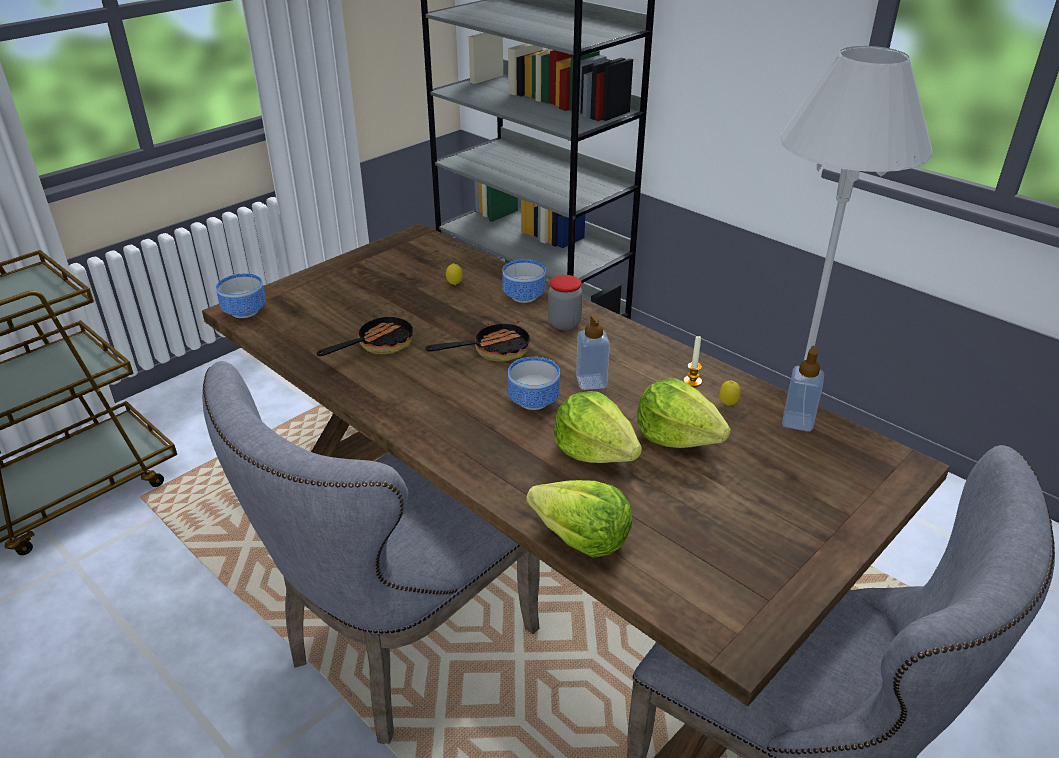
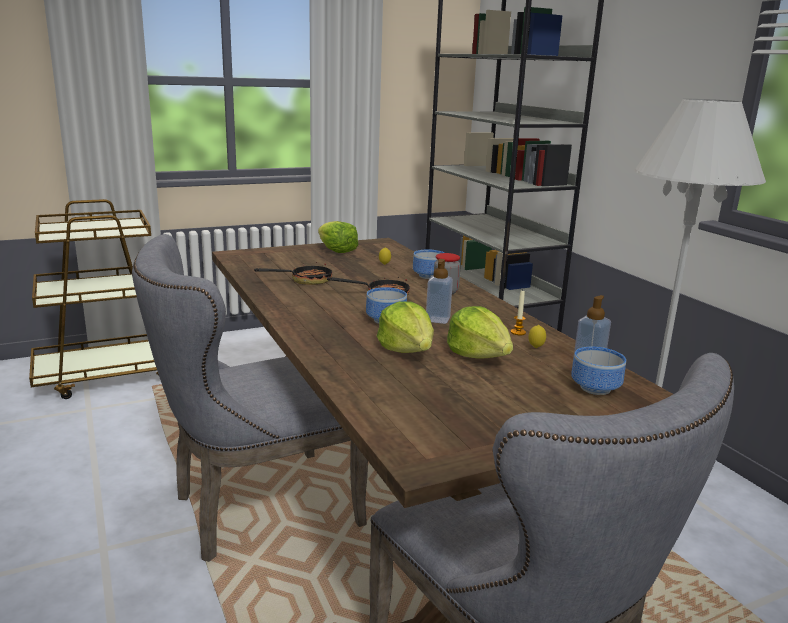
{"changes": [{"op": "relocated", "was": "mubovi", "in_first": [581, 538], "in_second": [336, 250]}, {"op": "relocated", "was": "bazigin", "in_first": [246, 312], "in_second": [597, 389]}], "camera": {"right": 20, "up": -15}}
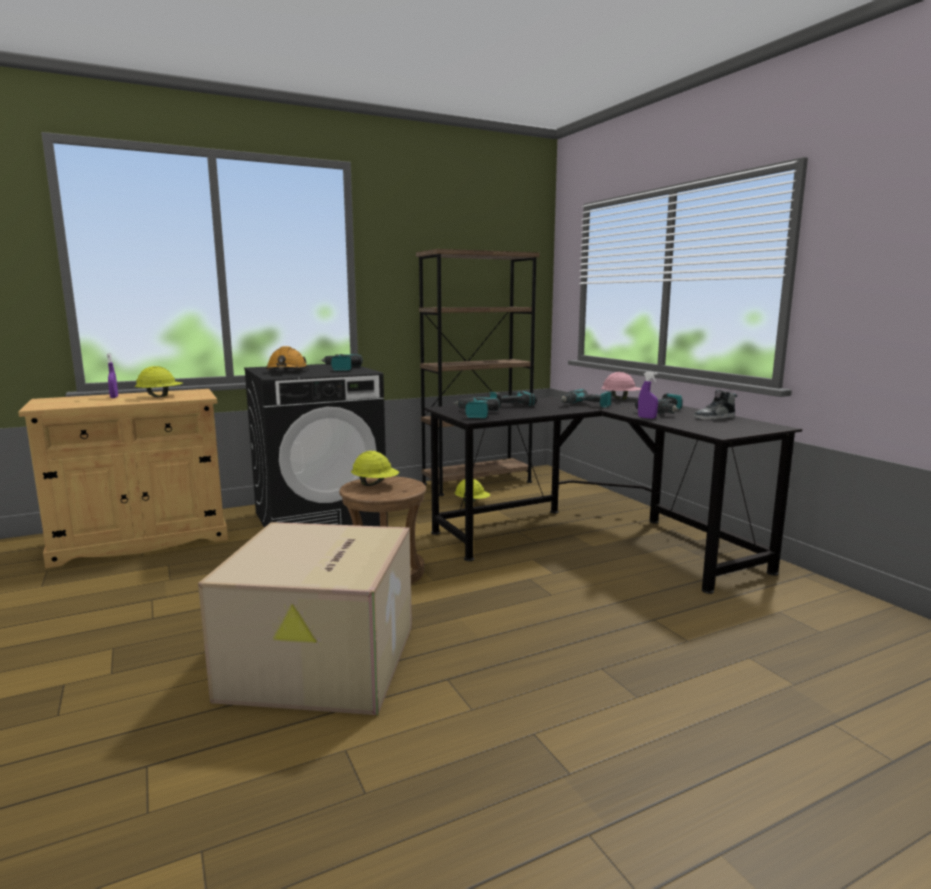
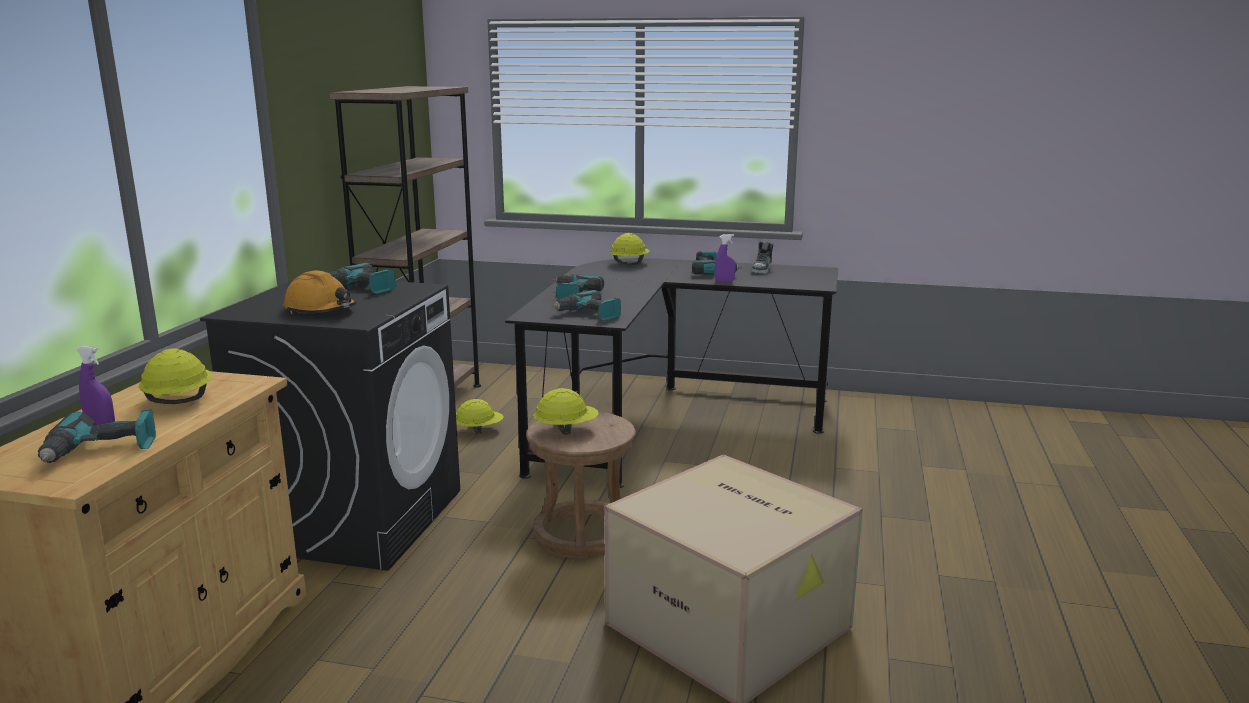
{"changes": [{"op": "relocated", "was": "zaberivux", "in_first": [585, 405], "in_second": [101, 451]}, {"op": "colour", "was": "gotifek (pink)", "now": "gotifek (yellow)", "in_first": [620, 399], "in_second": [629, 263]}], "camera": {"right": -50, "up": 5}}
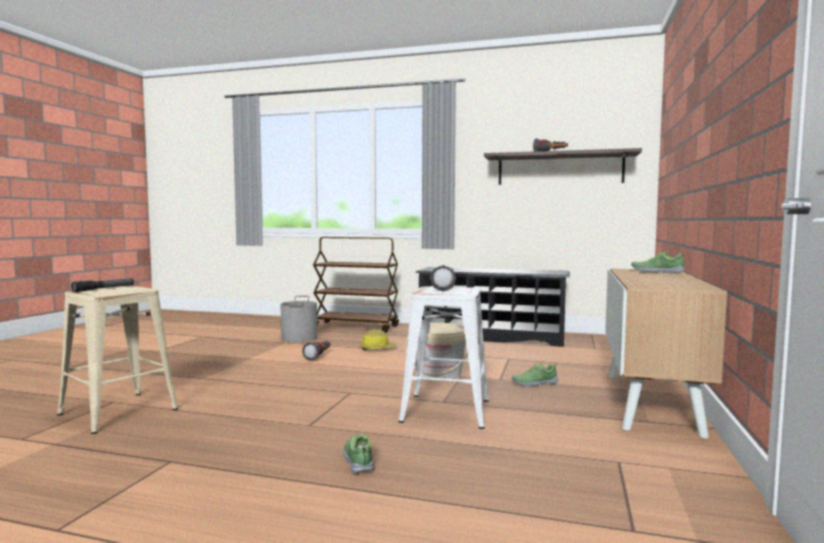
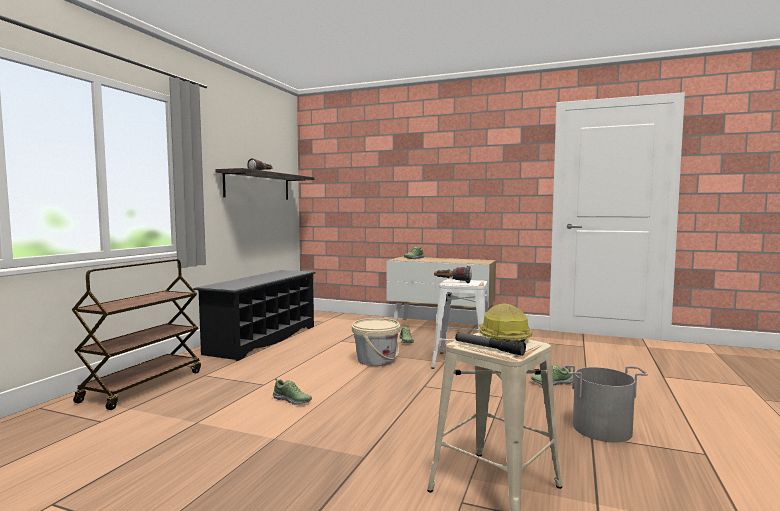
{"changes": [{"op": "exchanged", "was": "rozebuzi", "now": "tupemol", "in_first": [319, 356], "in_second": [292, 400]}, {"op": "relocated", "was": "gotifek", "in_first": [377, 349], "in_second": [502, 338]}, {"op": "relocated", "was": "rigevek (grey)", "in_first": [300, 338], "in_second": [601, 428]}], "camera": {"right": -85, "up": 0}}
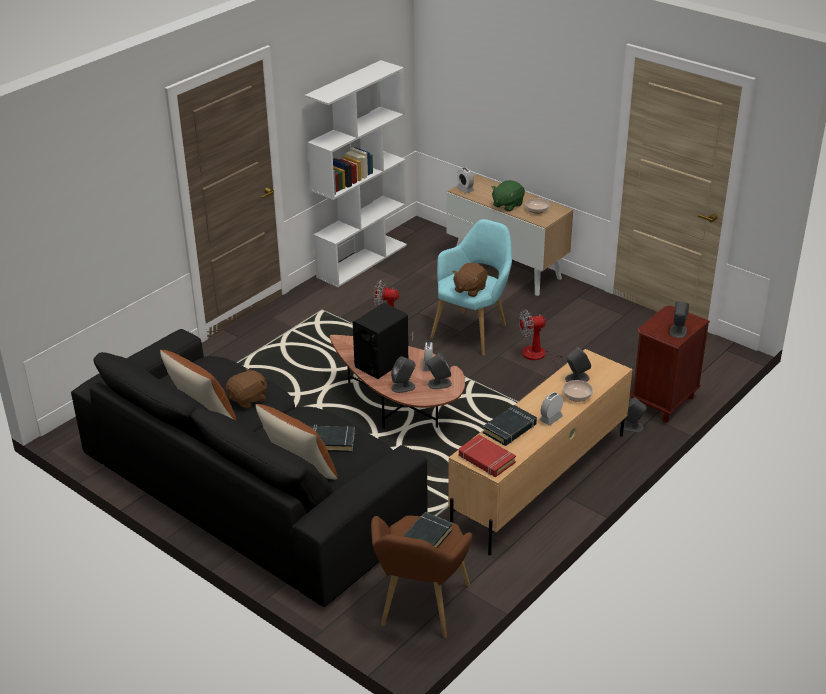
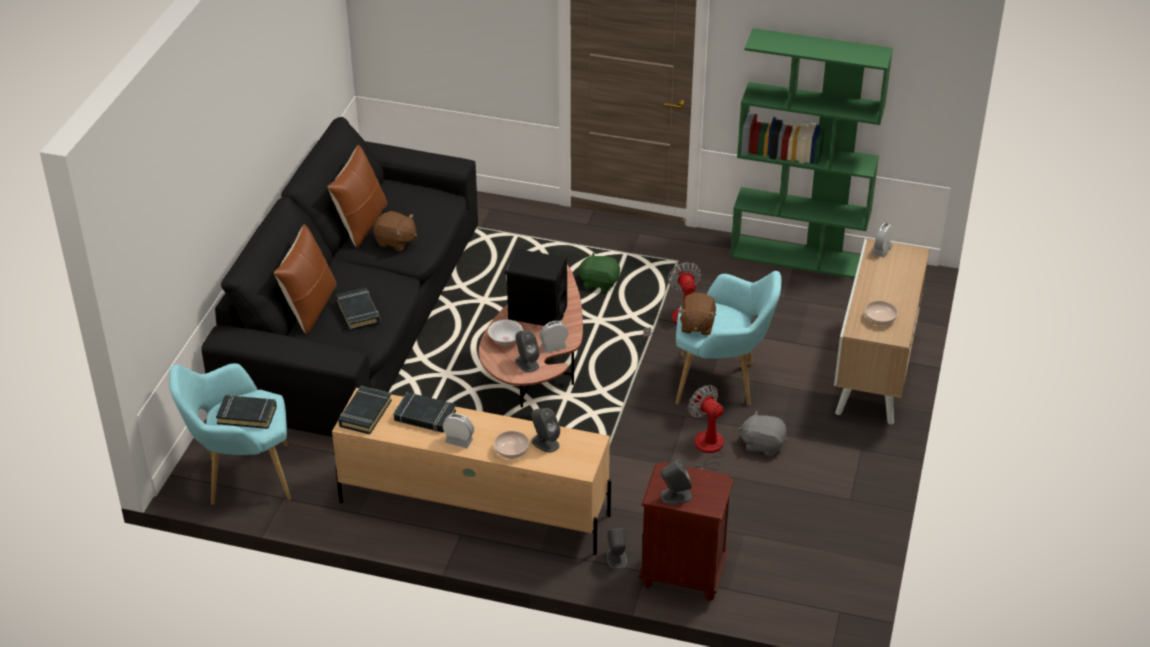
{"changes": [{"op": "colour", "was": "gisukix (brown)", "now": "gisukix (turquoise)", "in_first": [420, 609], "in_second": [242, 477]}, {"op": "colour", "was": "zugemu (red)", "now": "zugemu (black)", "in_first": [486, 459], "in_second": [365, 413]}, {"op": "exchanged", "was": "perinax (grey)", "now": "bazigin (white)", "in_first": [403, 387], "in_second": [505, 340]}, {"op": "relocated", "was": "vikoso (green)", "in_first": [507, 205], "in_second": [599, 283]}, {"op": "spun", "was": "vikoso (brown)", "in_first": [469, 289], "in_second": [696, 325], "clockwise": -90}, {"op": "colour", "was": "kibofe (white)", "now": "kibofe (green)", "in_first": [362, 260], "in_second": [798, 257]}, {"op": "appeared", "now": "vikoso (grey)", "in_second": [762, 444]}], "camera": {"right": 65, "up": 5}}
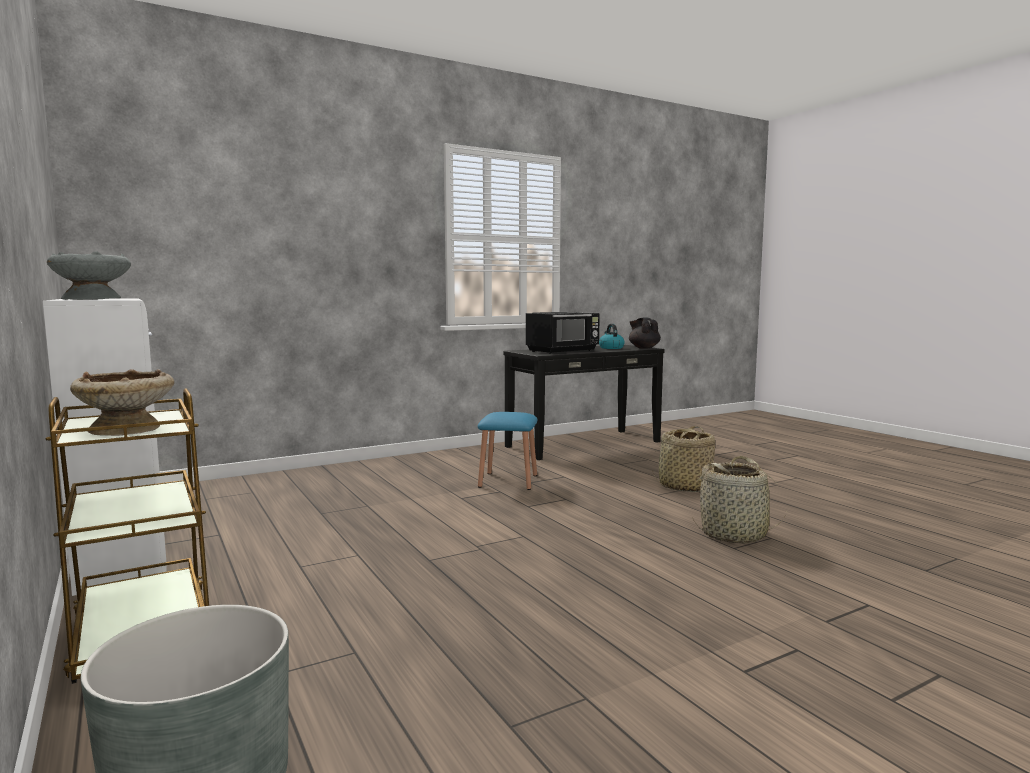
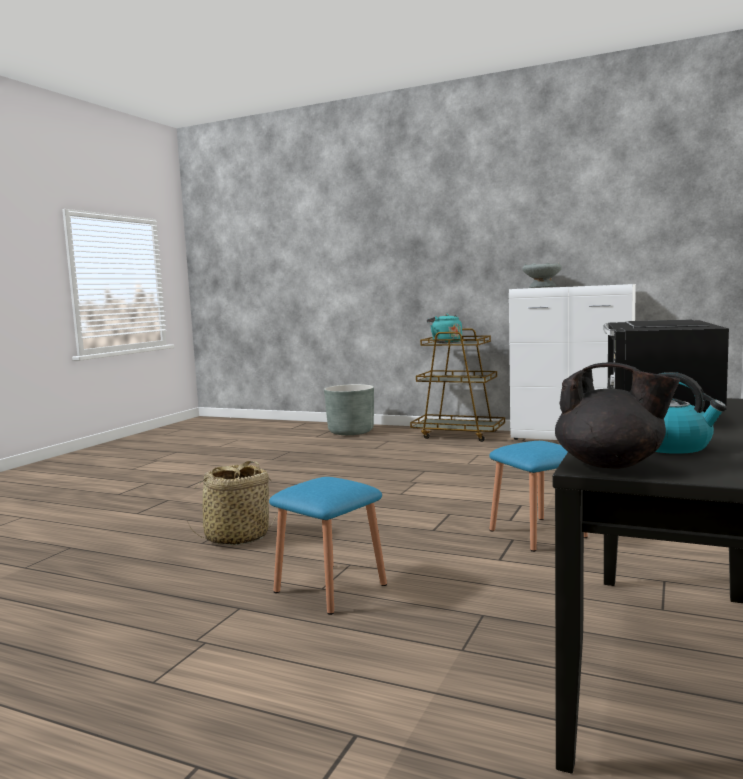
{"changes": [{"op": "exchanged", "was": "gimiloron", "now": "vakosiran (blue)", "in_first": [684, 487], "in_second": [330, 588]}, {"op": "exchanged", "was": "bazigin (beige)", "now": "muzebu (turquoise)", "in_first": [127, 429], "in_second": [445, 342]}], "camera": {"right": 145, "up": 0}}
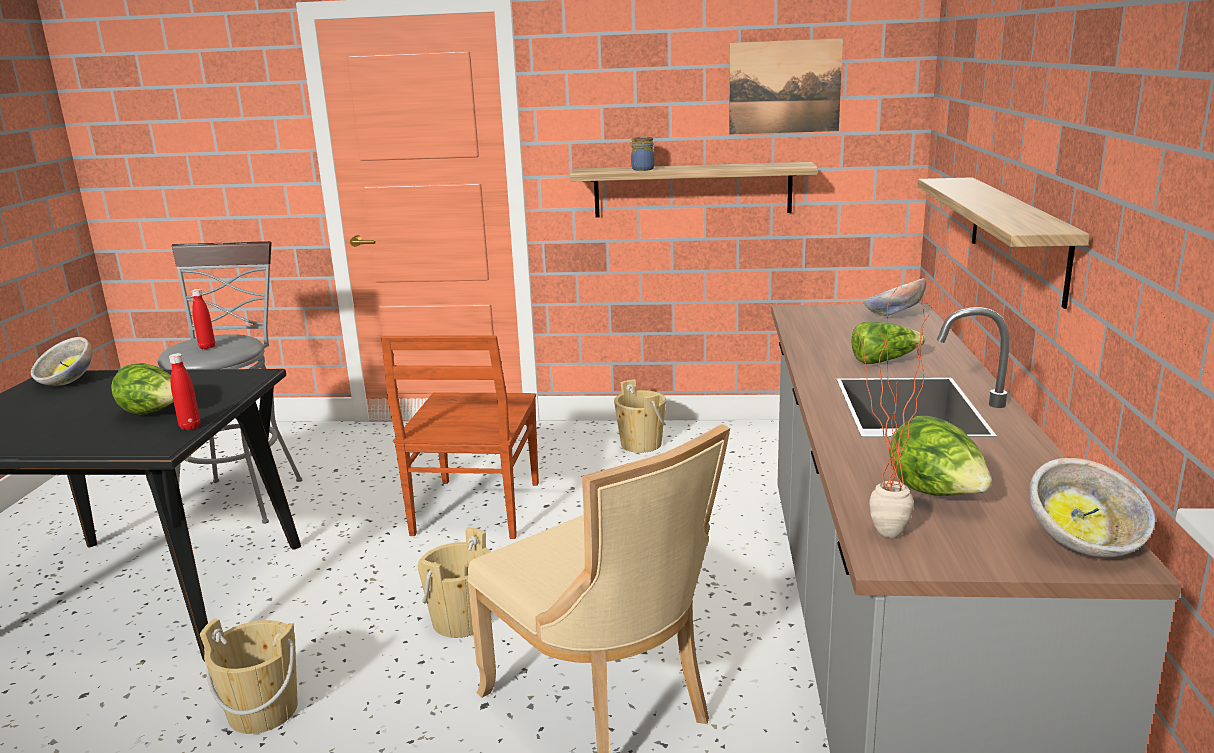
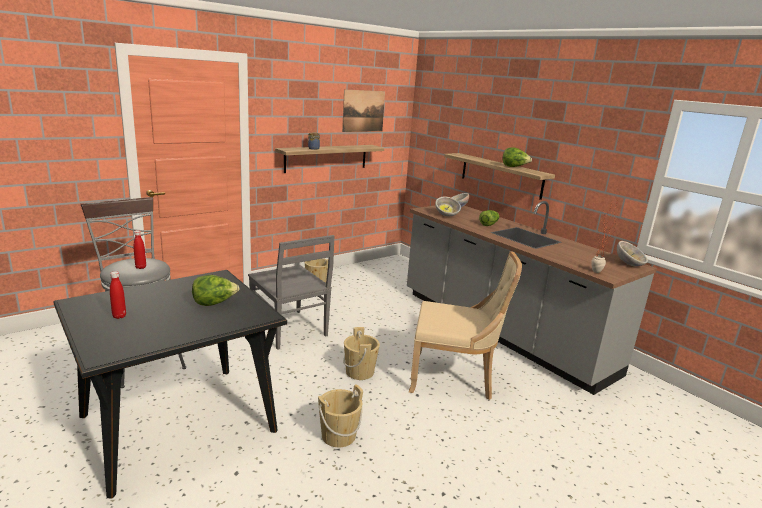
{"changes": [{"op": "relocated", "was": "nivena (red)", "in_first": [190, 427], "in_second": [119, 316]}, {"op": "colour", "was": "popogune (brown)", "now": "popogune (grey)", "in_first": [475, 510], "in_second": [289, 330]}, {"op": "relocated", "was": "bazigin", "in_first": [67, 382], "in_second": [447, 215]}, {"op": "relocated", "was": "mubovi", "in_first": [937, 494], "in_second": [514, 167]}], "camera": {"right": -45, "up": 0}}
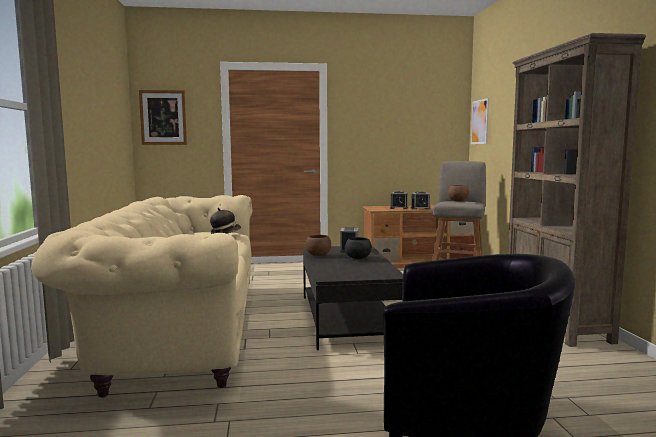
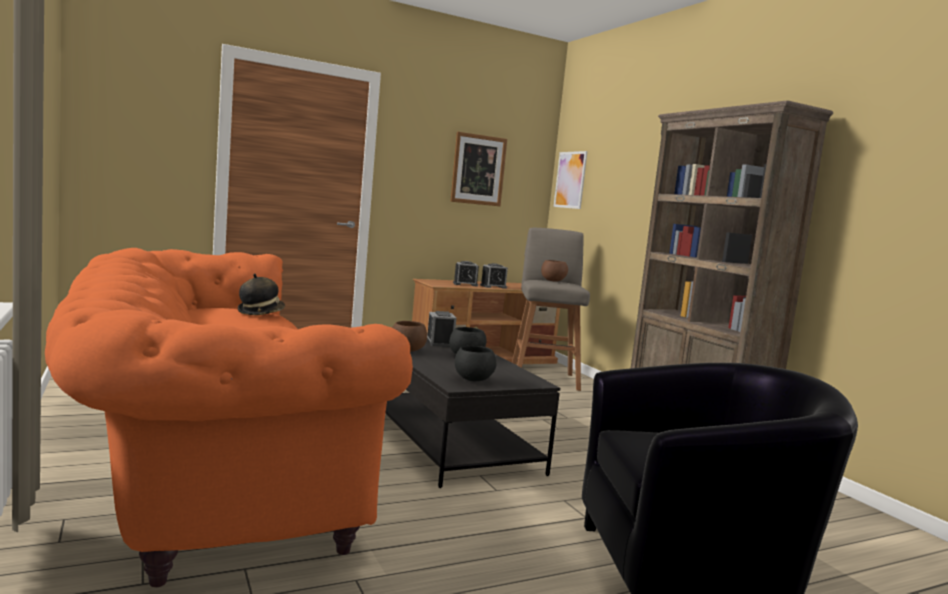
{"changes": [{"op": "colour", "was": "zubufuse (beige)", "now": "zubufuse (orange)", "in_first": [176, 328], "in_second": [200, 461]}, {"op": "relocated", "was": "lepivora", "in_first": [163, 117], "in_second": [478, 169]}, {"op": "appeared", "now": "bazigin (black)", "in_second": [474, 380]}], "camera": {"right": -20, "up": 0}}
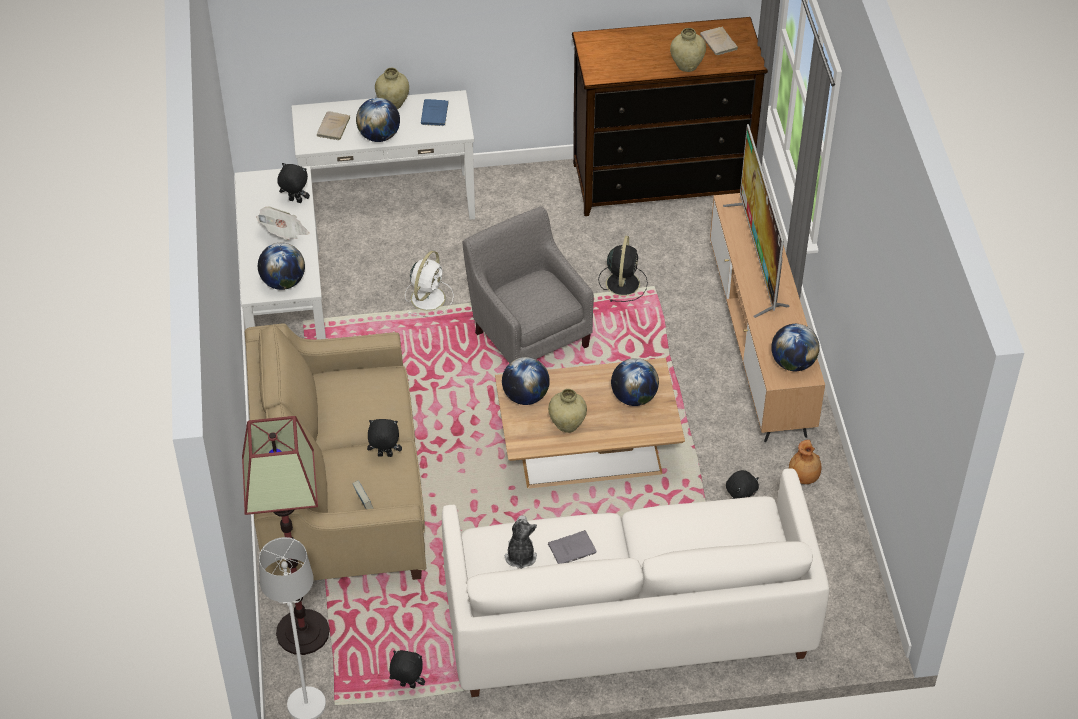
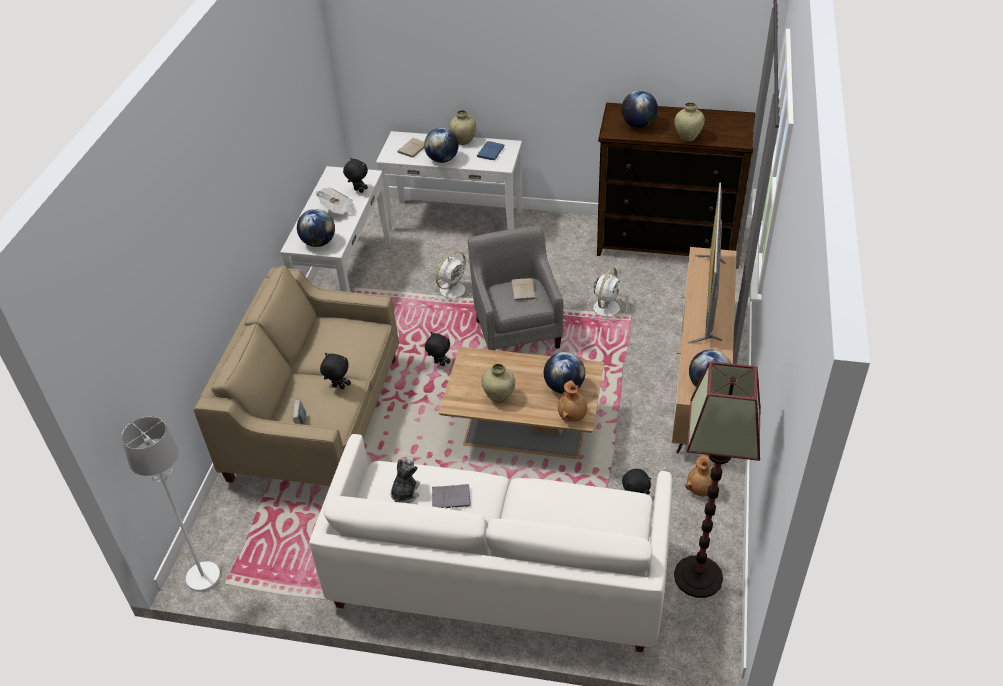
{"changes": [{"op": "relocated", "was": "vikoso (black)", "in_first": [407, 686], "in_second": [439, 364]}, {"op": "relocated", "was": "zugemu (beige)", "in_first": [719, 43], "in_second": [523, 291]}, {"op": "appeared", "now": "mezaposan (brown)", "in_second": [572, 416]}, {"op": "colour", "was": "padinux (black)", "now": "padinux (white)", "in_first": [623, 282], "in_second": [607, 307]}, {"op": "relocated", "was": "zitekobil", "in_first": [525, 396], "in_second": [638, 125]}, {"op": "relocated", "was": "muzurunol", "in_first": [302, 632], "in_second": [697, 576]}], "camera": {"right": 20, "up": -5}}
